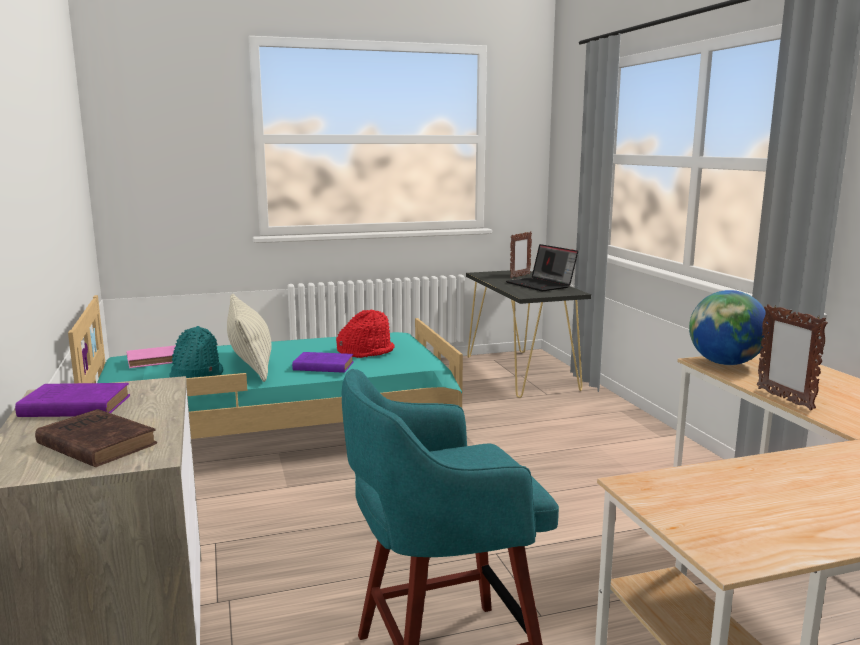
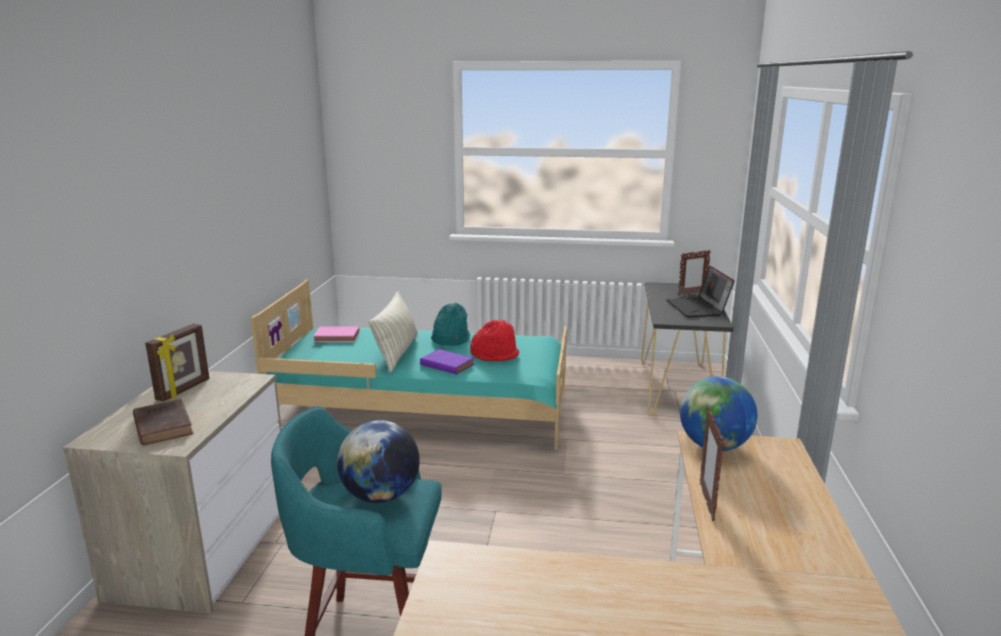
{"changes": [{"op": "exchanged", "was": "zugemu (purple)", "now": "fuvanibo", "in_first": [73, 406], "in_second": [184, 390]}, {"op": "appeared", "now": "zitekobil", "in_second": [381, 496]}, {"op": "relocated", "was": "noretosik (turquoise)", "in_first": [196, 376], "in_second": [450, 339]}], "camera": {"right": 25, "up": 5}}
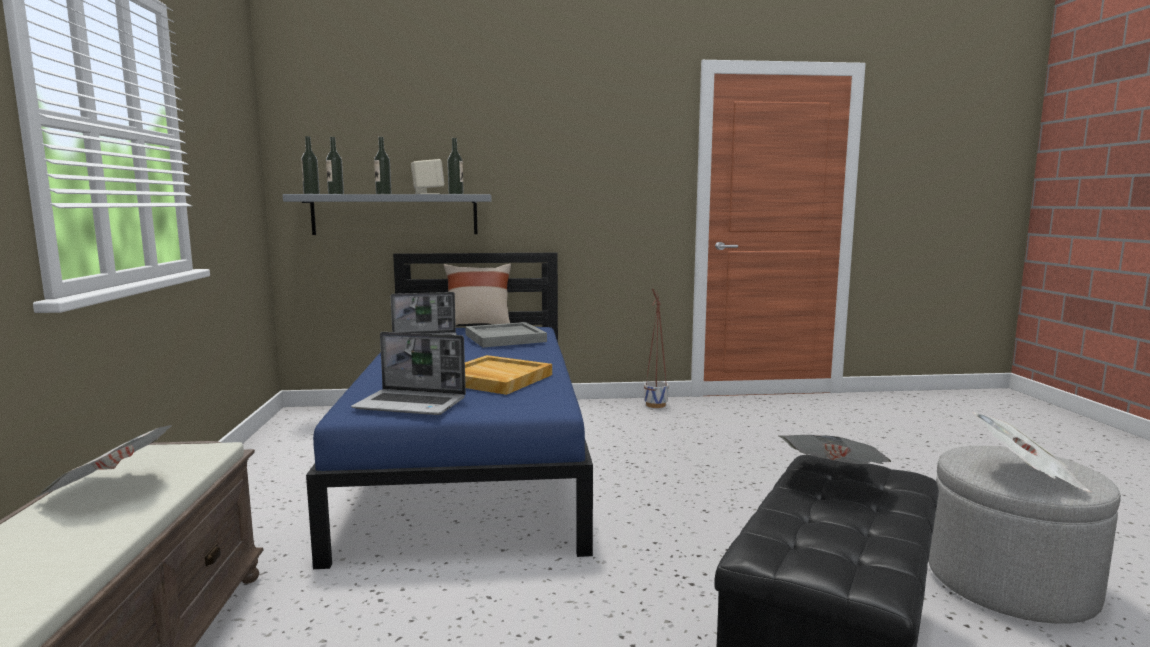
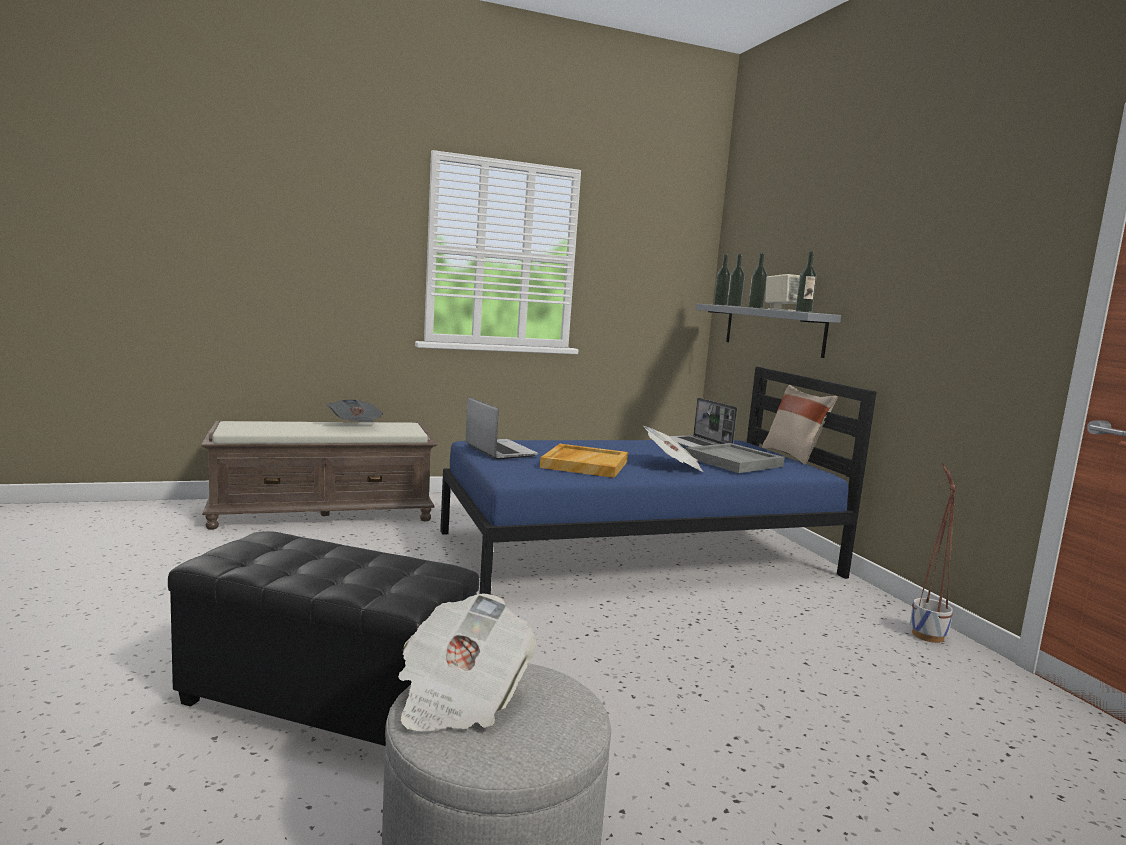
{"changes": [{"op": "spun", "was": "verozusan", "in_first": [412, 404], "in_second": [499, 450], "clockwise": 150}, {"op": "relocated", "was": "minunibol", "in_first": [833, 478], "in_second": [672, 466]}], "camera": {"right": 75, "up": 0}}
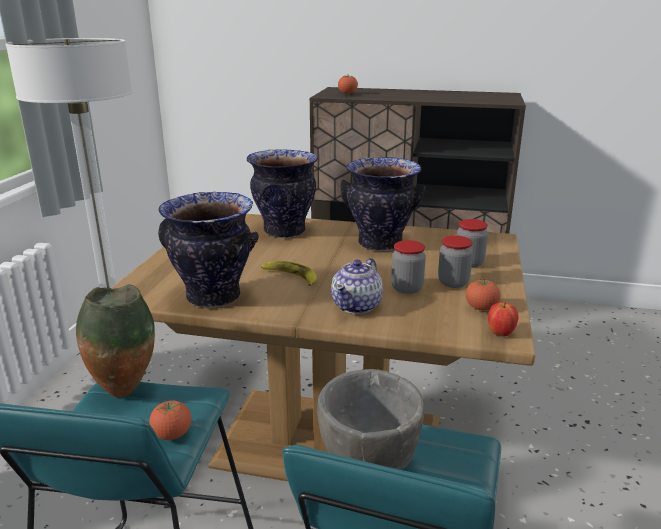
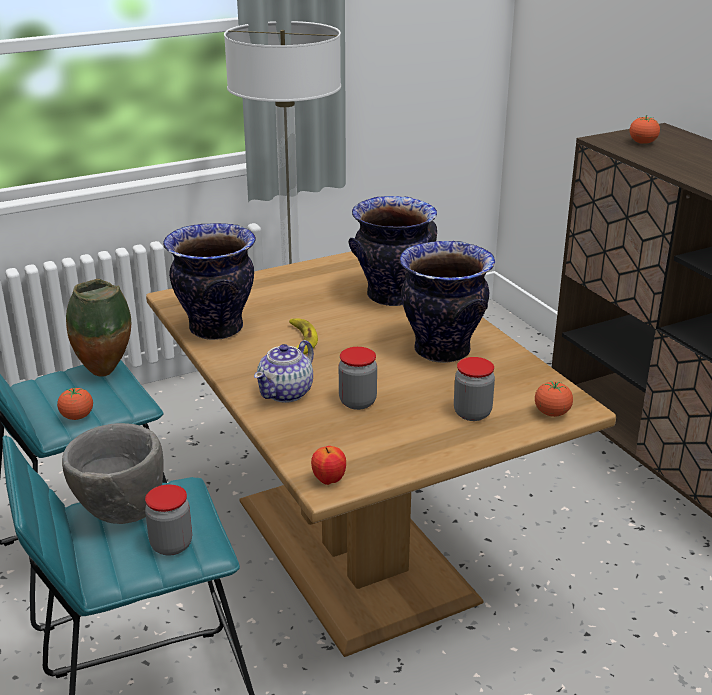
{"changes": [{"op": "relocated", "was": "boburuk", "in_first": [453, 282], "in_second": [171, 545]}, {"op": "spun", "was": "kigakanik", "in_first": [357, 306], "in_second": [286, 392], "clockwise": -45}, {"op": "relocated", "was": "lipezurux", "in_first": [481, 308], "in_second": [552, 413]}], "camera": {"right": 50, "up": 5}}
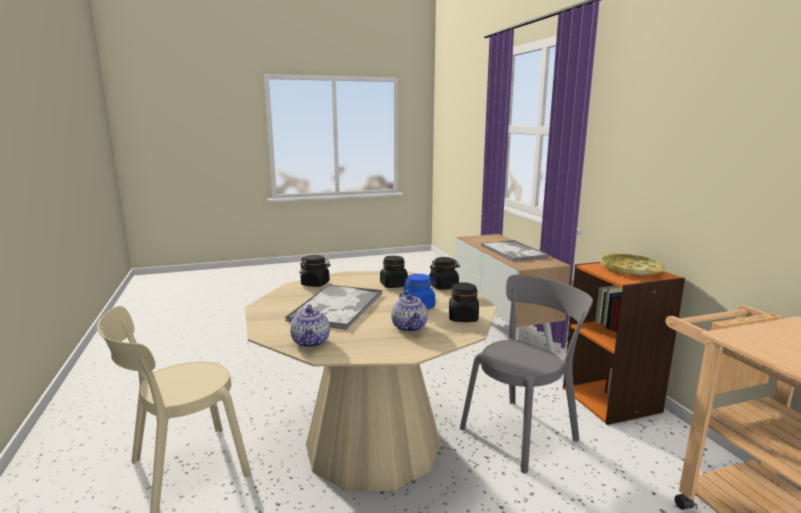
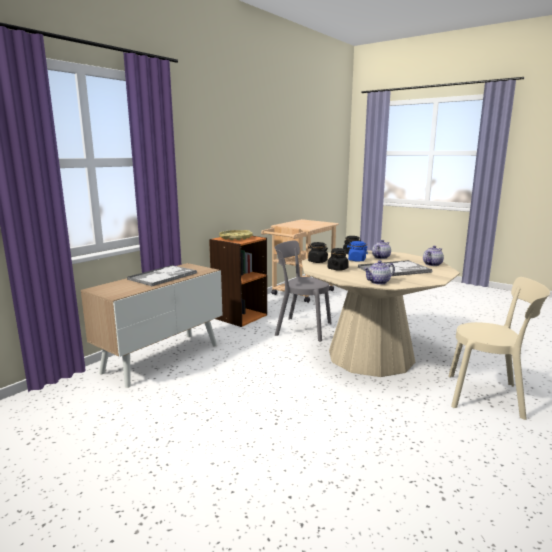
{"changes": [{"op": "exchanged", "was": "boburuk (black)", "now": "kigakanik", "in_first": [315, 284], "in_second": [378, 282]}], "camera": {"right": -125, "up": 0}}
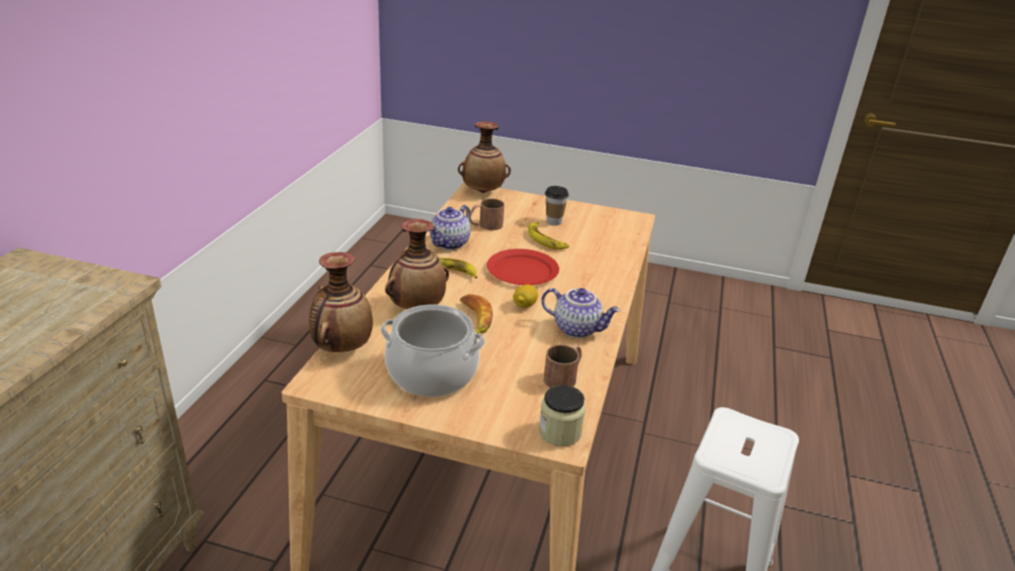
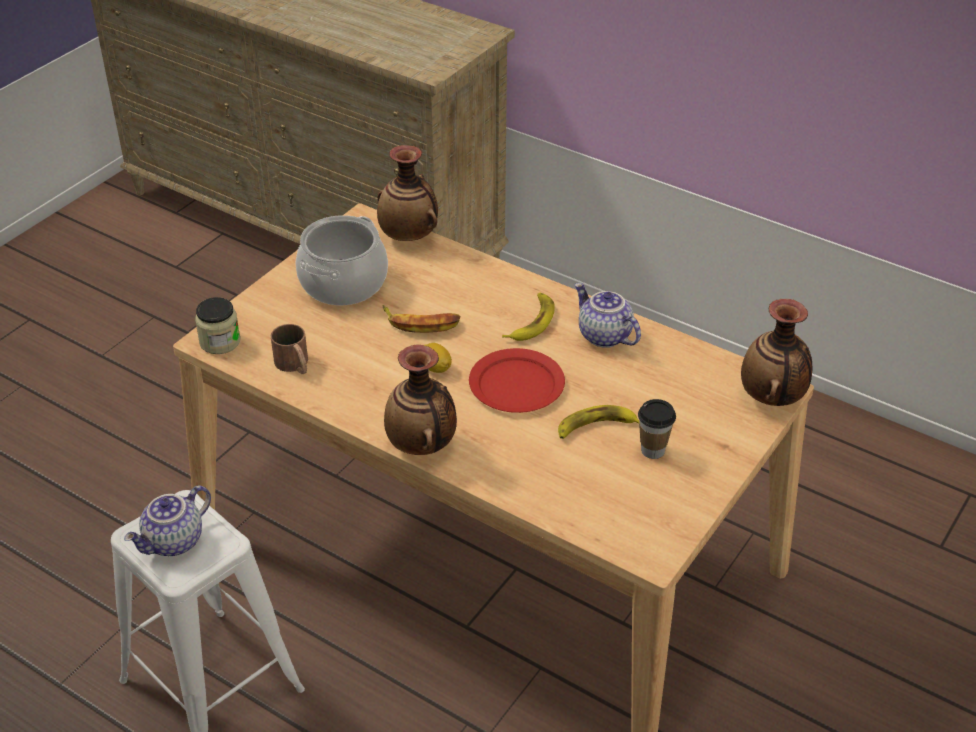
{"changes": [{"op": "relocated", "was": "kigakanik", "in_first": [577, 328], "in_second": [174, 542]}, {"op": "relocated", "was": "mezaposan", "in_first": [417, 307], "in_second": [422, 445]}, {"op": "missing", "was": "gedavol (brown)", "in_first": [485, 225]}], "camera": {"right": 110, "up": 10}}
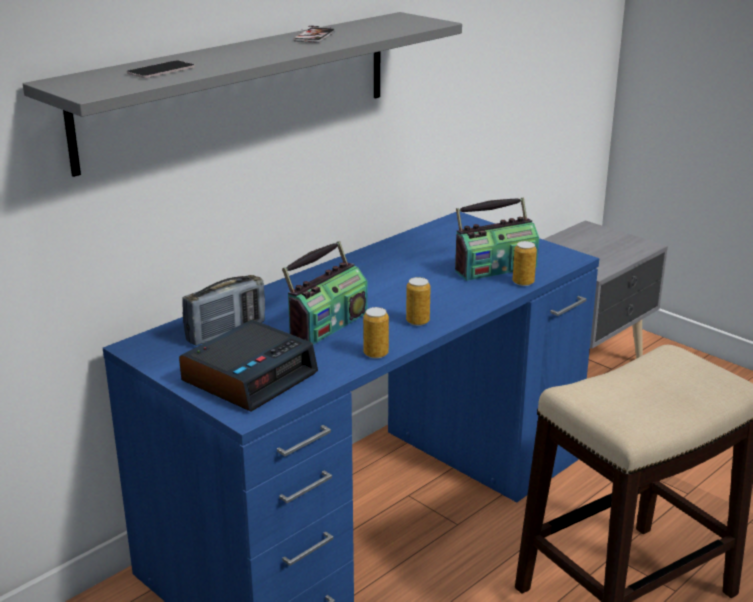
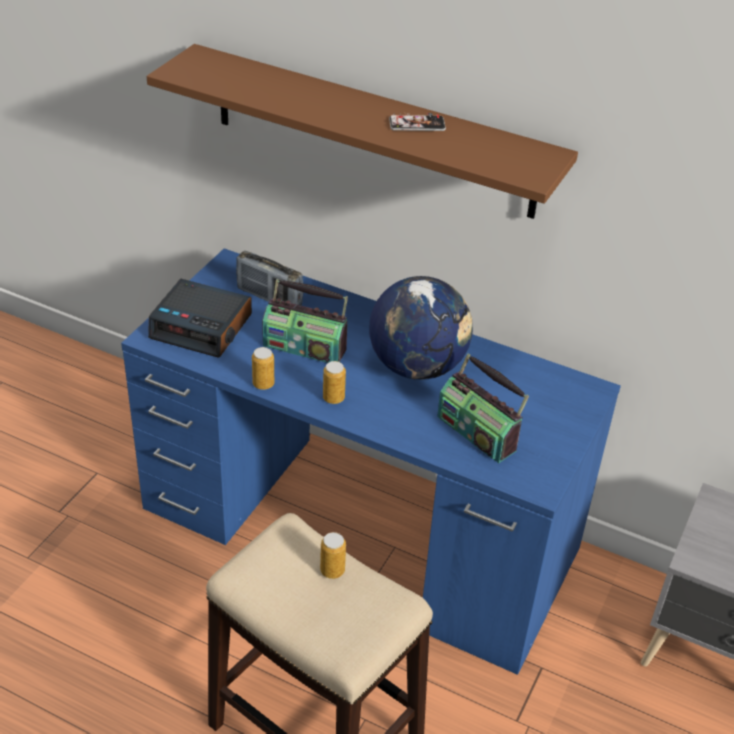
{"changes": [{"op": "colour", "was": "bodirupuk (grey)", "now": "bodirupuk (brown)", "in_first": [240, 87], "in_second": [372, 131]}, {"op": "relocated", "was": "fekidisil", "in_first": [523, 282], "in_second": [332, 570]}, {"op": "appeared", "now": "zitekobil", "in_second": [417, 366]}, {"op": "missing", "was": "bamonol", "in_first": [161, 71]}], "camera": {"right": 70, "up": 15}}
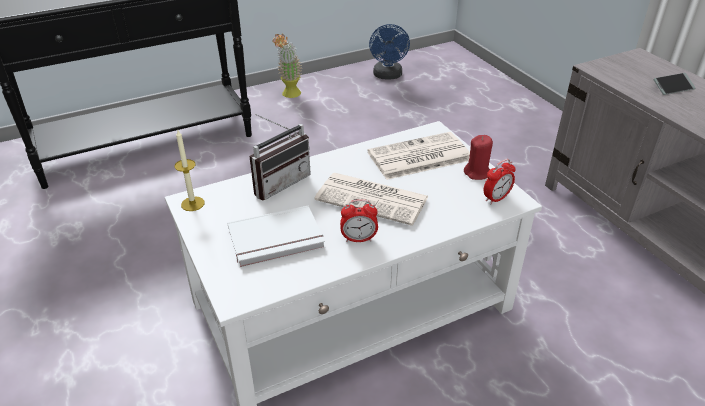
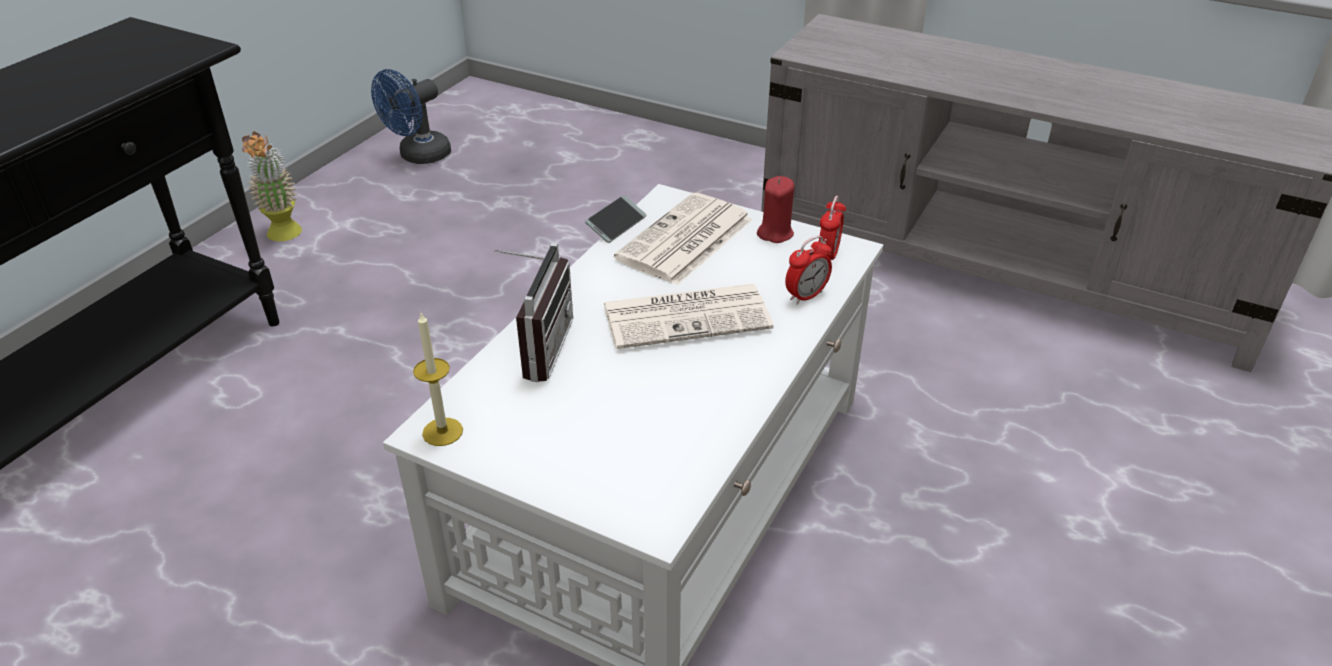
{"changes": [{"op": "spun", "was": "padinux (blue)", "in_first": [388, 76], "in_second": [419, 156], "clockwise": 75}, {"op": "relocated", "was": "bamonol", "in_first": [672, 88], "in_second": [616, 225]}, {"op": "relocated", "was": "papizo", "in_first": [358, 239], "in_second": [806, 296]}, {"op": "missing", "was": "zugemu (white)", "in_first": [277, 240]}], "camera": {"right": -35, "up": 0}}
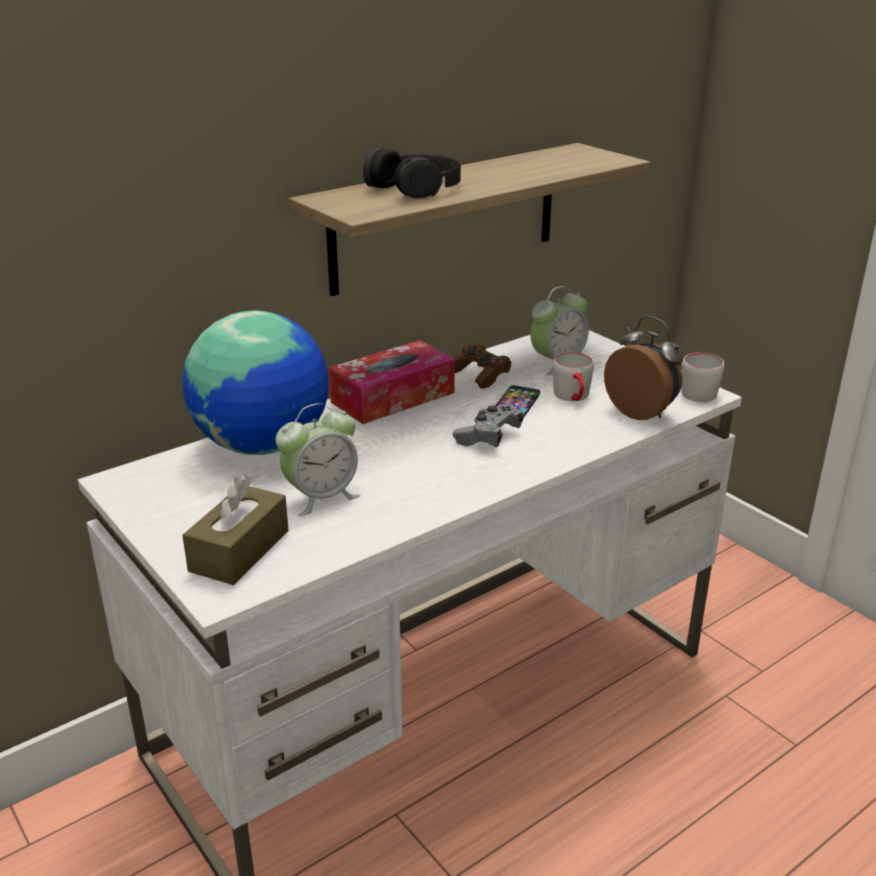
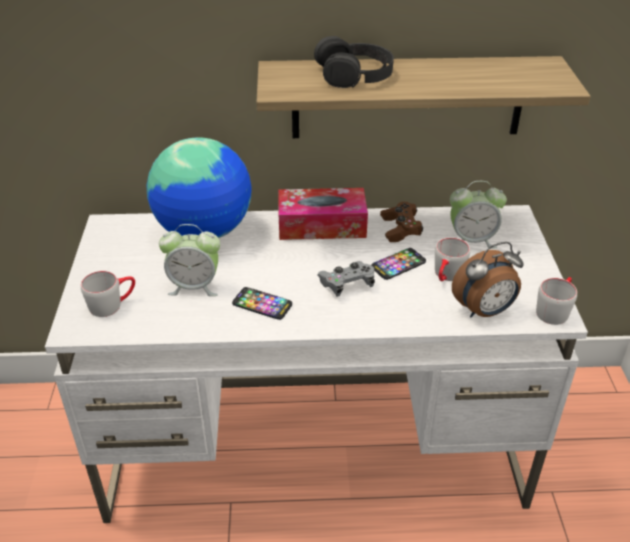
{"changes": [{"op": "exchanged", "was": "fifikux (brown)", "now": "gedavol (grey)", "in_first": [239, 551], "in_second": [112, 304]}, {"op": "appeared", "now": "bamonol", "in_second": [262, 304]}, {"op": "spun", "was": "papizo", "in_first": [642, 412], "in_second": [484, 311], "clockwise": 75}], "camera": {"right": 35, "up": 10}}
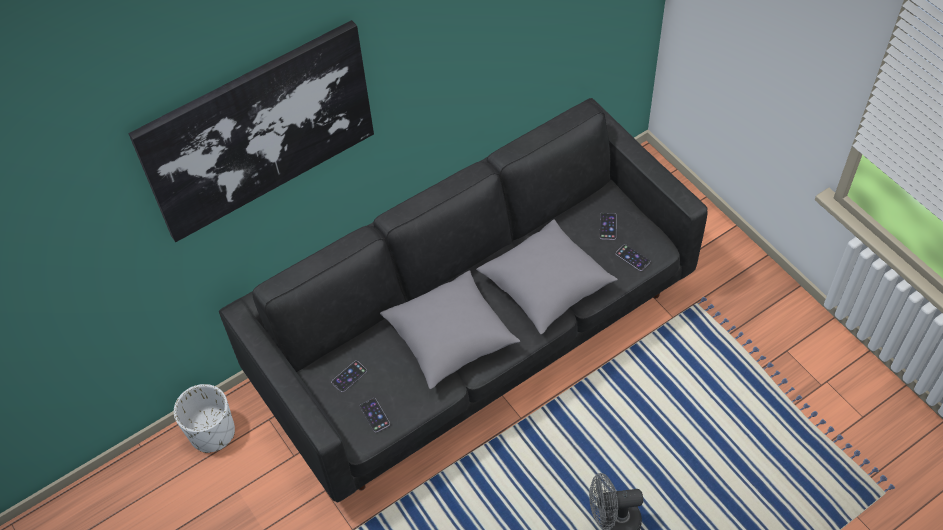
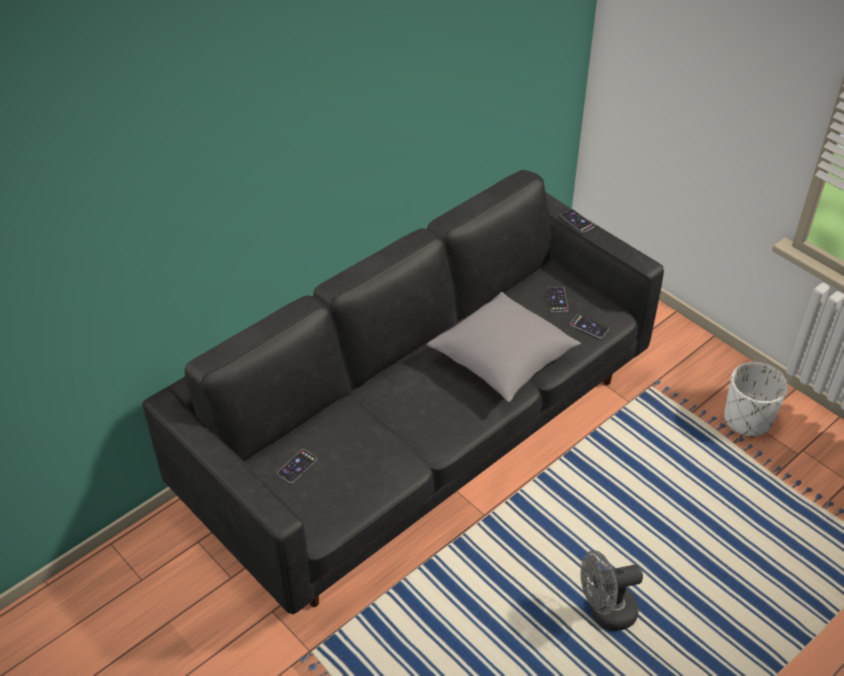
{"changes": [{"op": "relocated", "was": "bamonol", "in_first": [374, 415], "in_second": [577, 221]}, {"op": "relocated", "was": "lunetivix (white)", "in_first": [212, 432], "in_second": [747, 419]}, {"op": "missing", "was": "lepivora", "in_first": [259, 130]}, {"op": "missing", "was": "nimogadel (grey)", "in_first": [450, 339]}], "camera": {"right": -10, "up": -10}}
